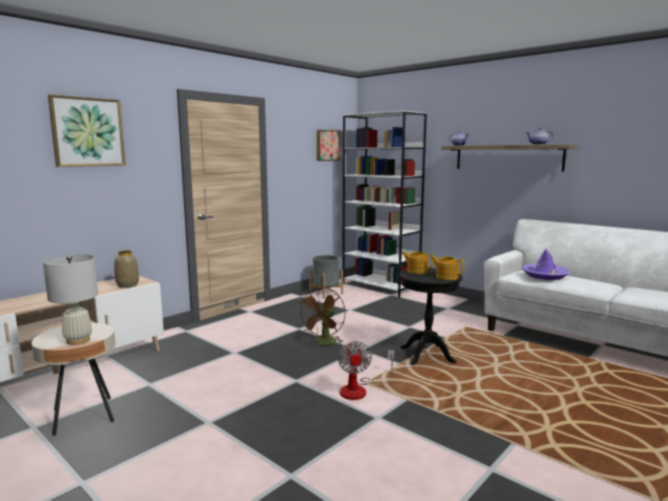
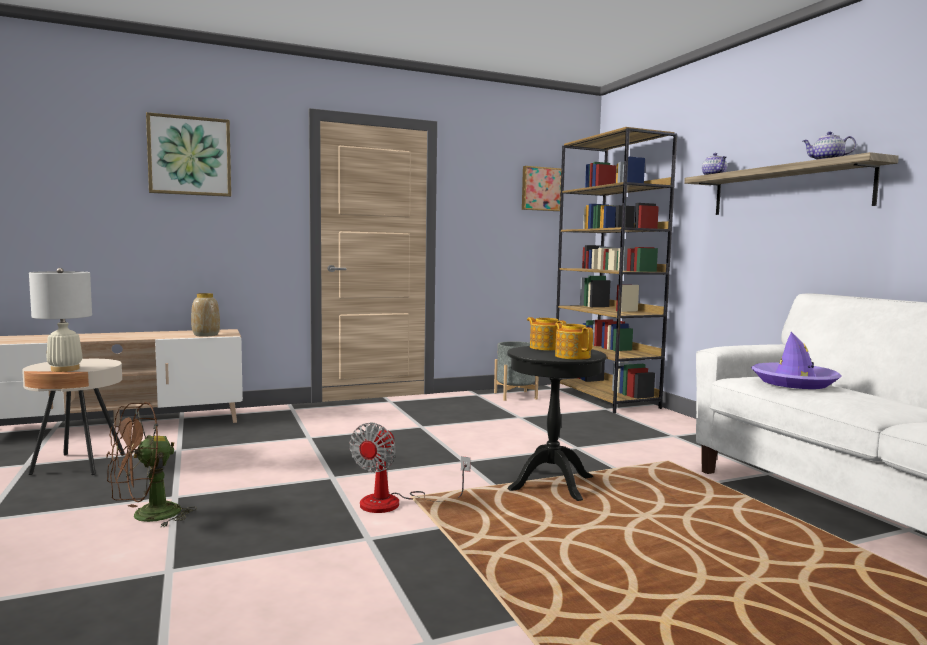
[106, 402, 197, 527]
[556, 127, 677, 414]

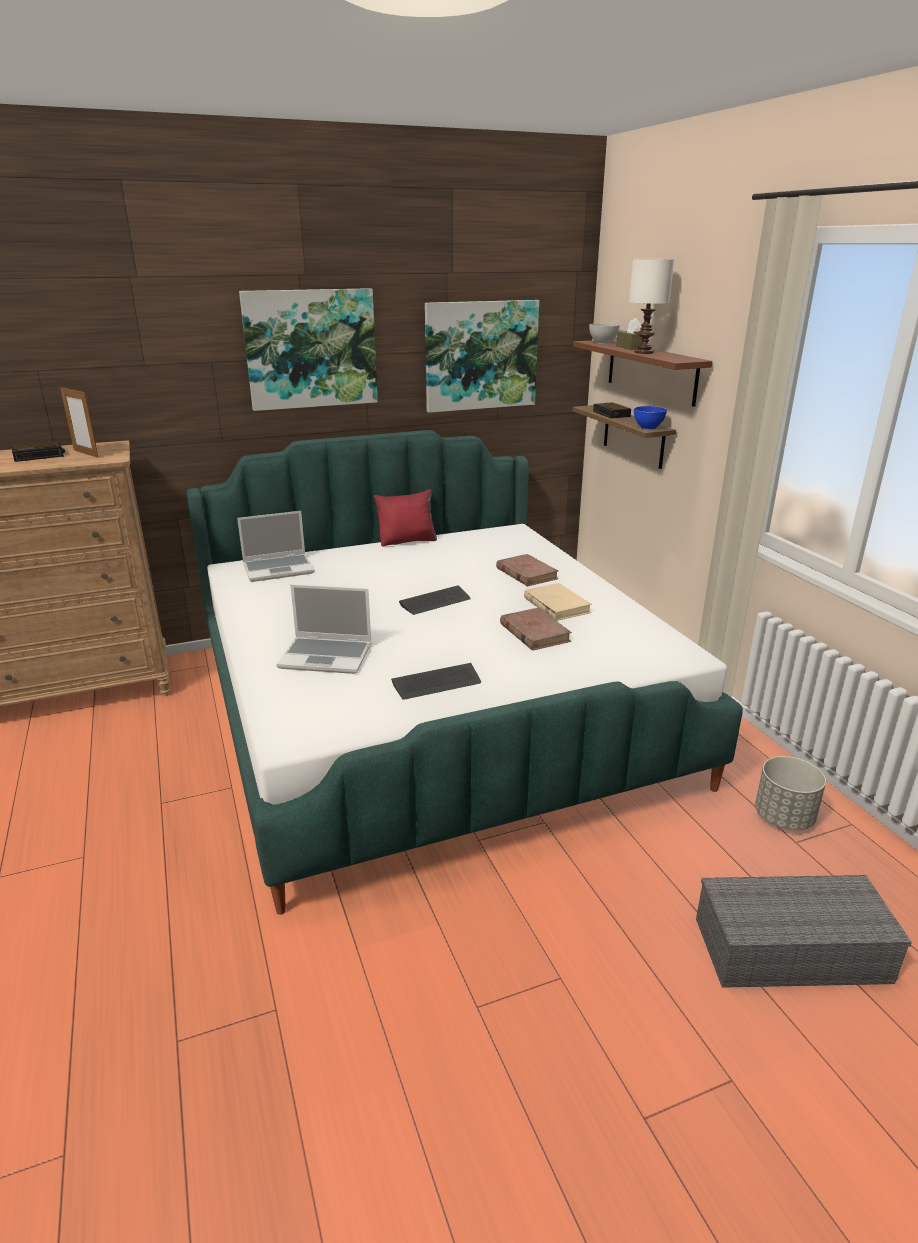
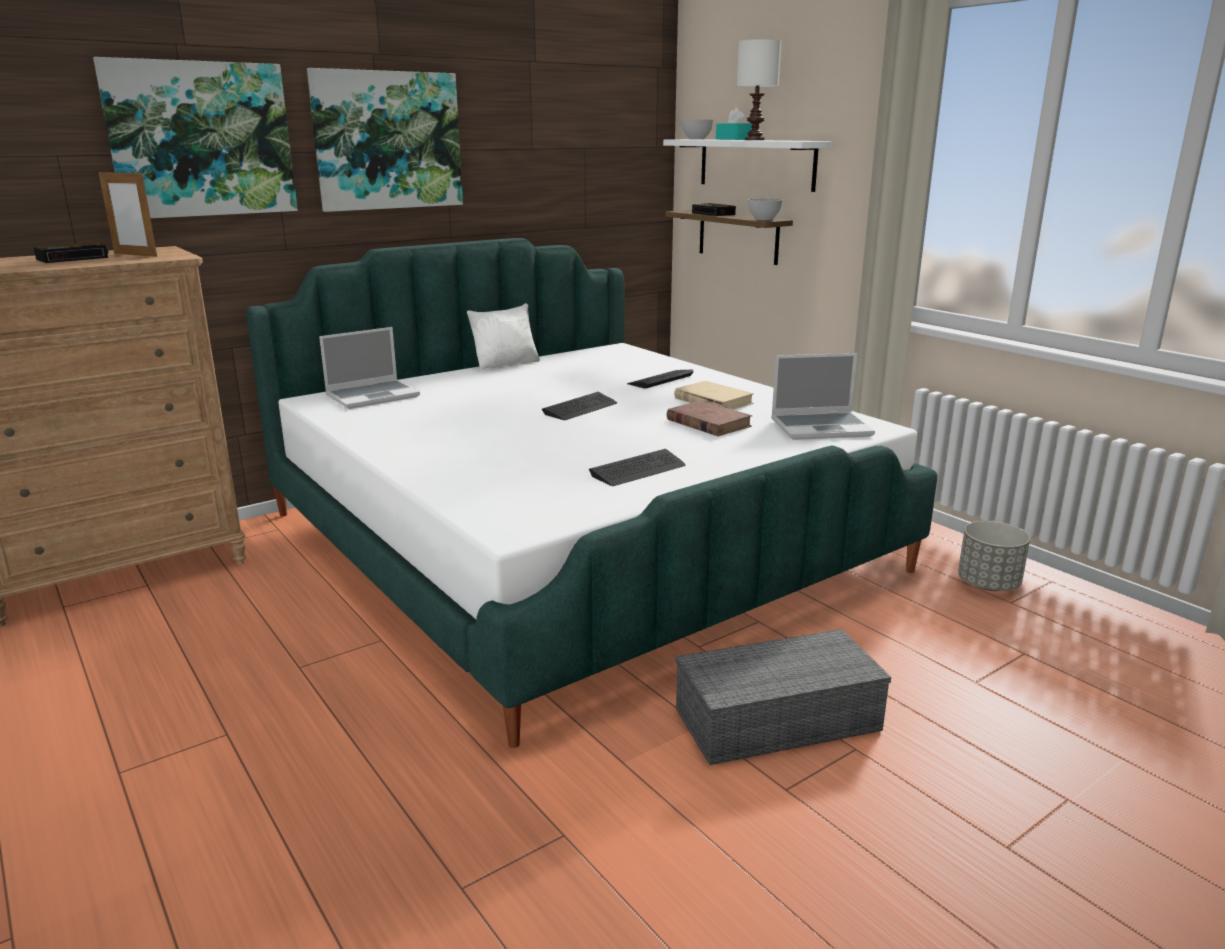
[93, 57, 298, 218]
[467, 303, 540, 370]
[627, 370, 694, 389]
[663, 139, 833, 192]
[676, 629, 891, 765]
[716, 108, 752, 140]
[748, 198, 783, 220]
[771, 353, 875, 440]

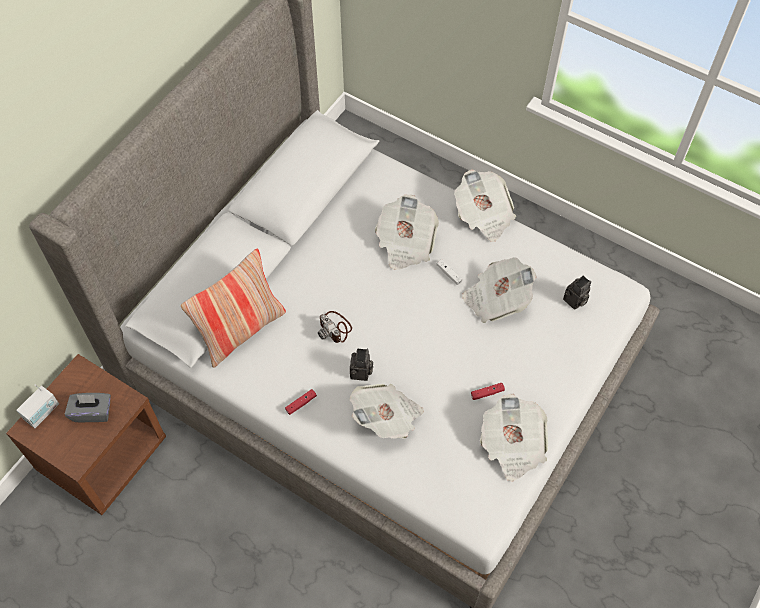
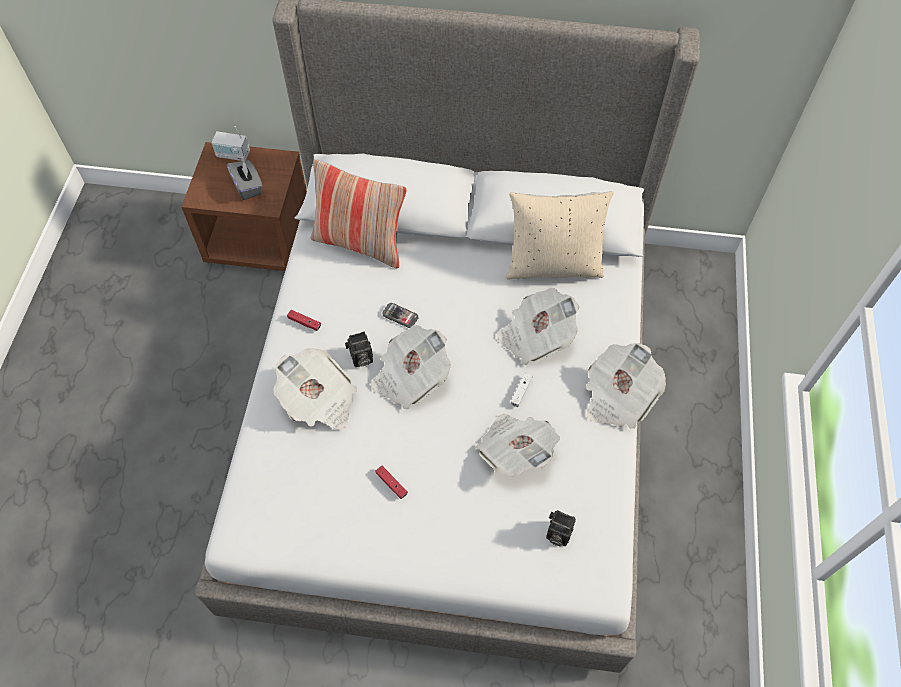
[371, 325, 451, 410]
[382, 303, 419, 328]
[506, 191, 614, 279]

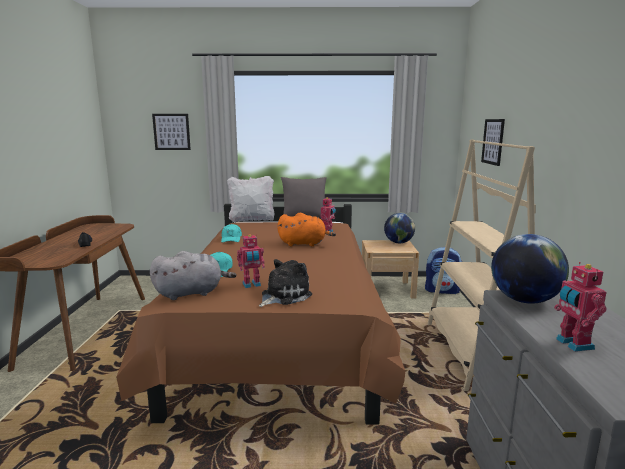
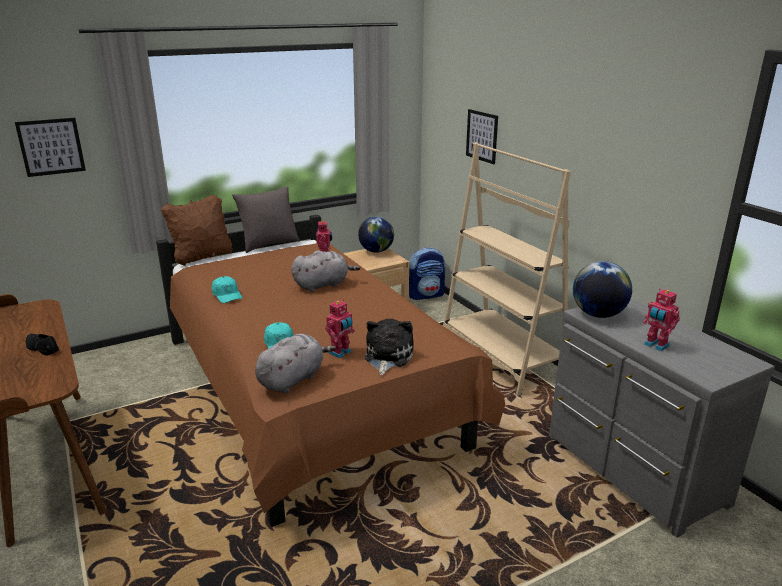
[161, 195, 232, 266]
[291, 250, 360, 292]

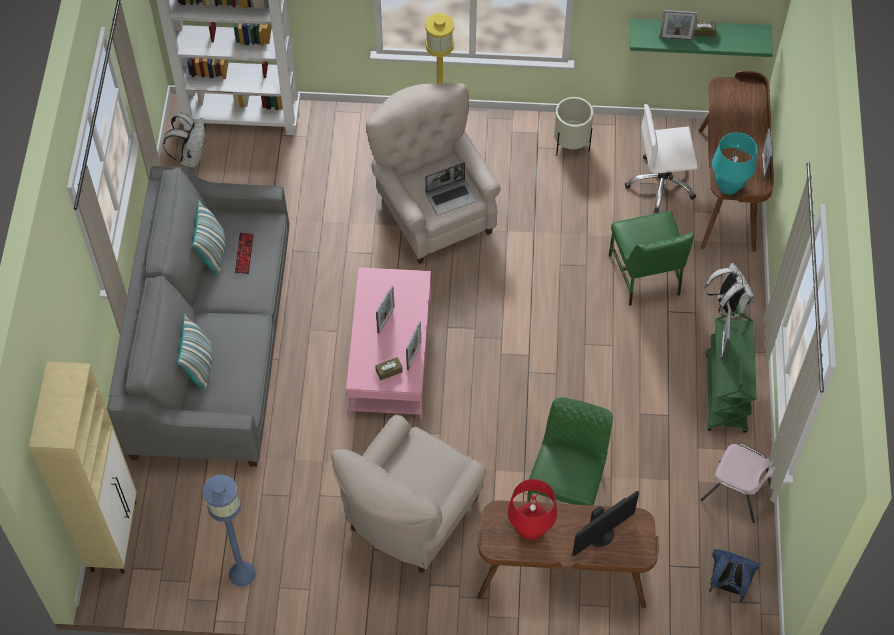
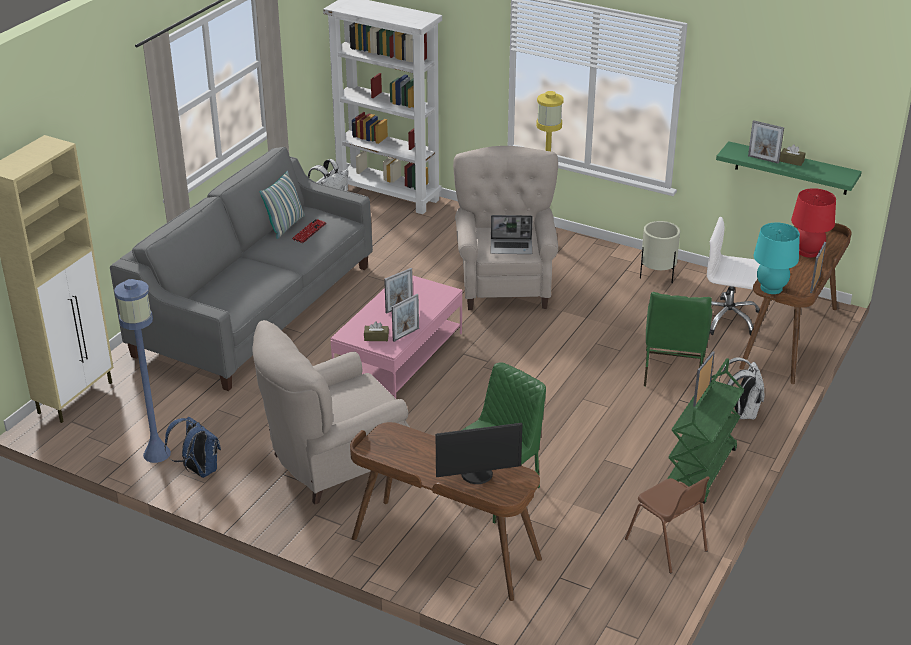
[164, 417, 221, 478]
[625, 476, 710, 573]
[791, 188, 836, 258]
[178, 314, 213, 392] (first image)

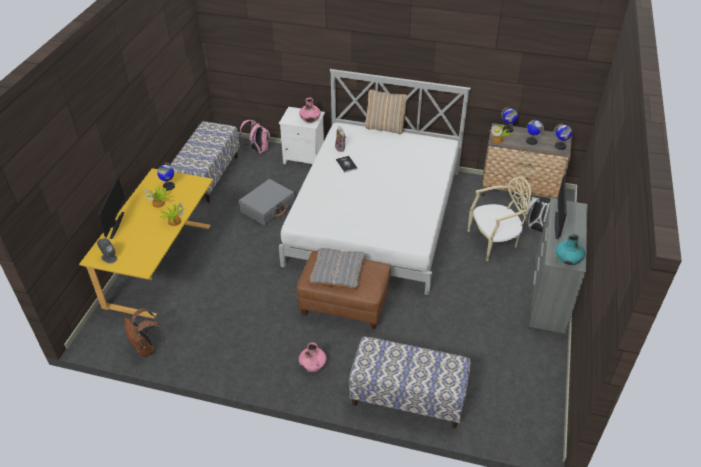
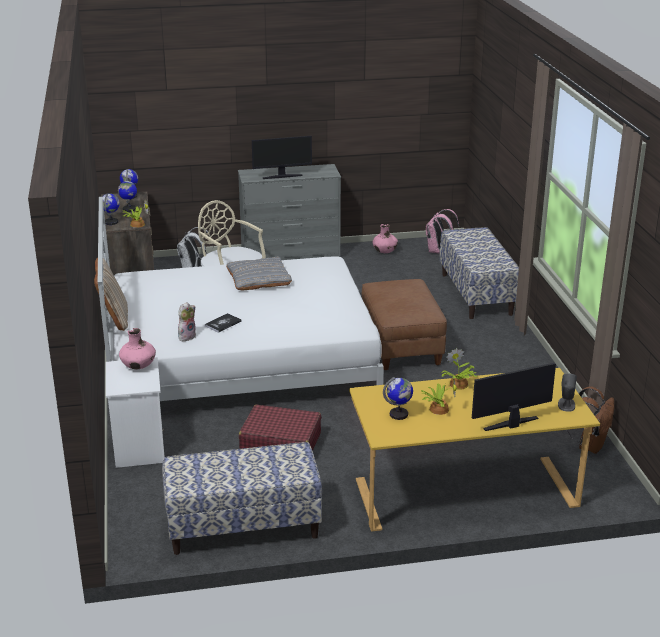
[226, 257, 292, 290]
[239, 405, 321, 451]
[373, 224, 398, 253]
[426, 209, 460, 254]
[556, 234, 585, 265] (first image)

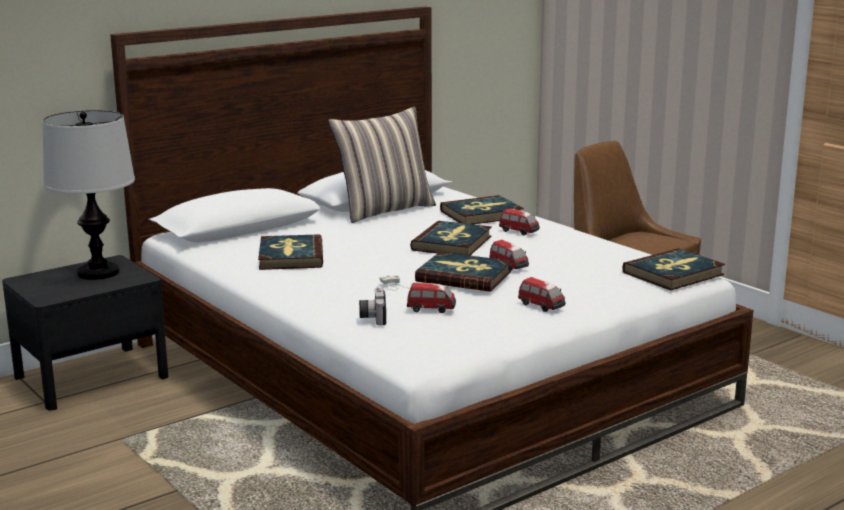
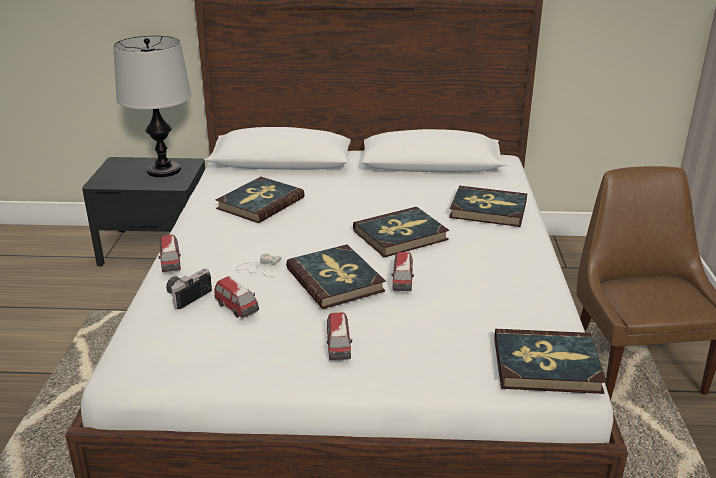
[159, 235, 181, 272]
[328, 107, 436, 223] (first image)

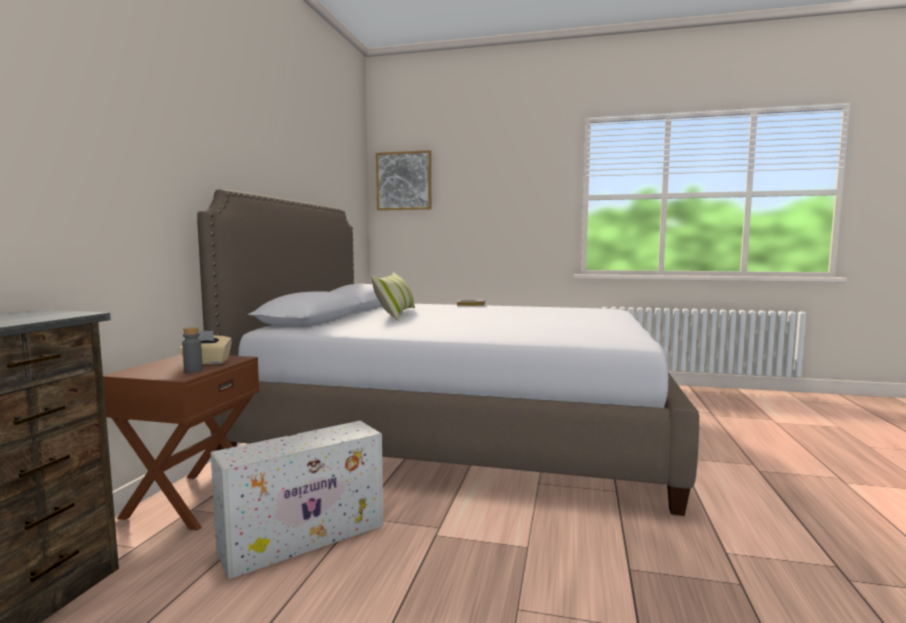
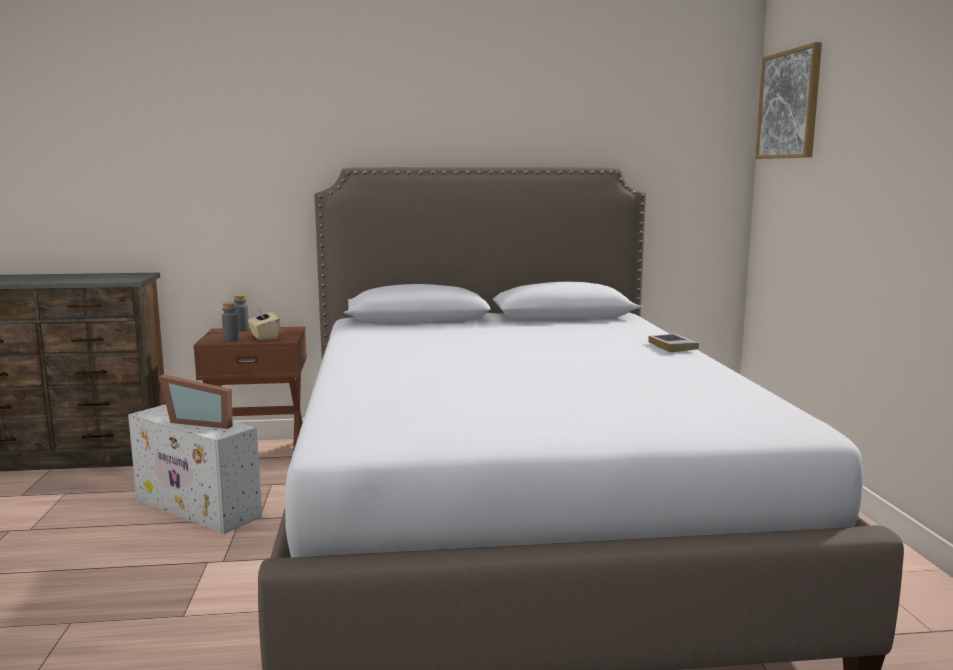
[159, 374, 232, 429]
[234, 295, 249, 331]
[371, 272, 415, 320] (first image)

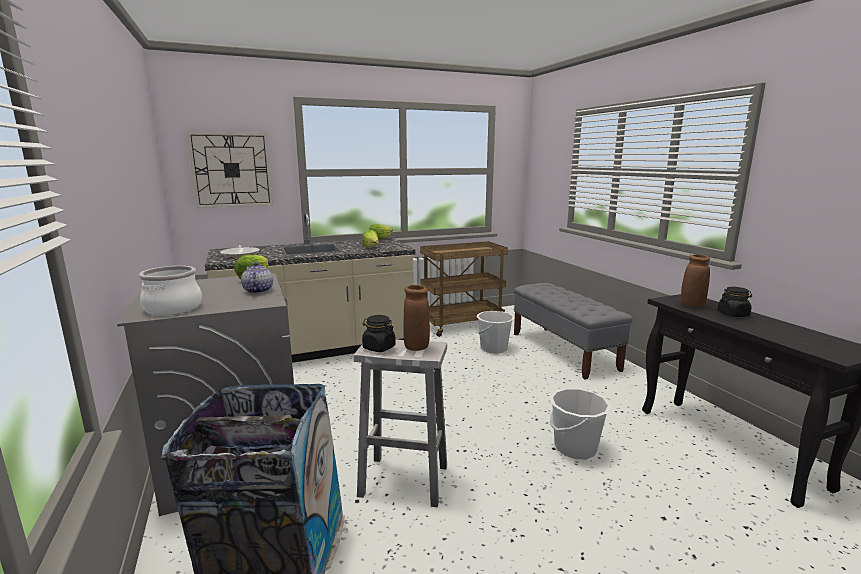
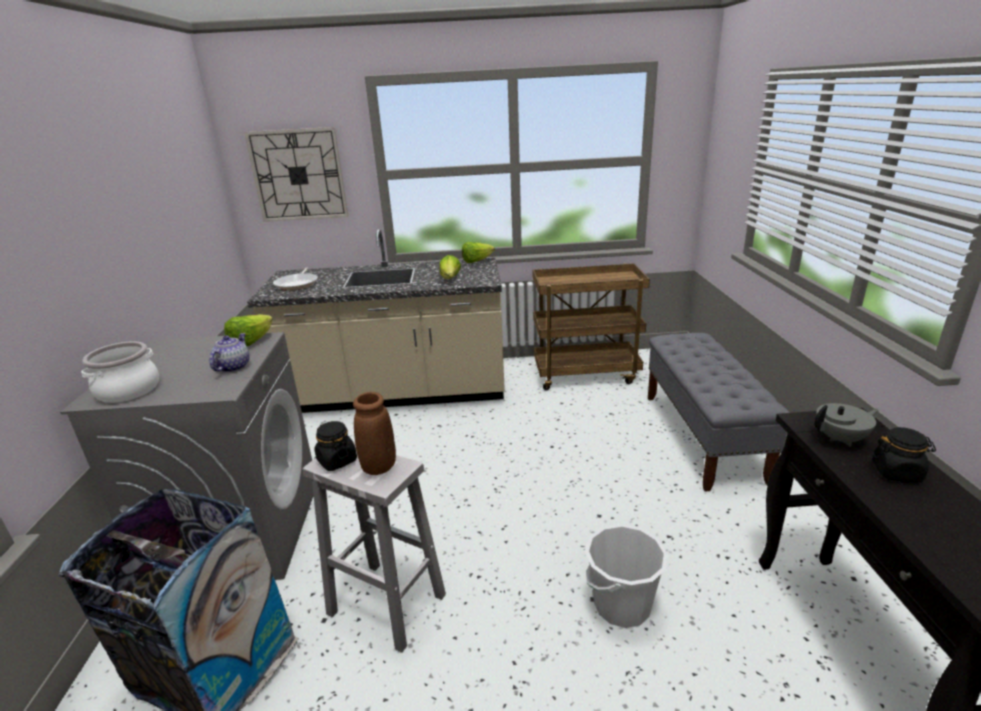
[815, 403, 879, 447]
[477, 311, 514, 354] (first image)

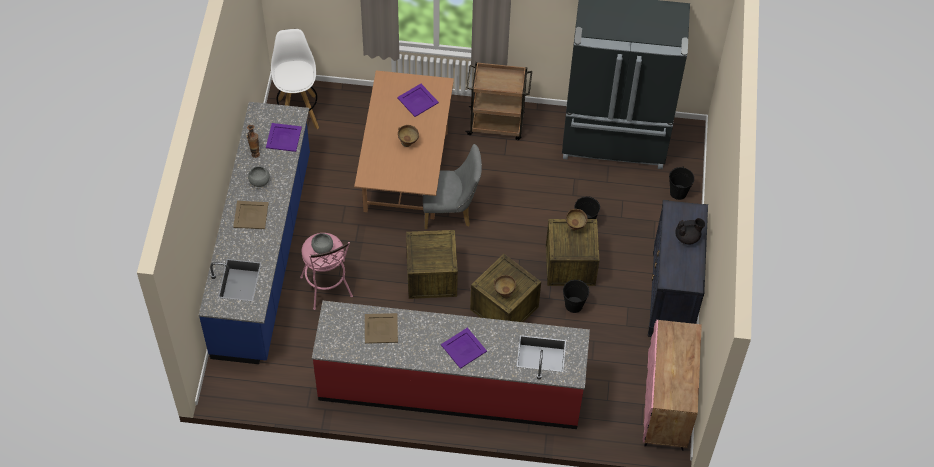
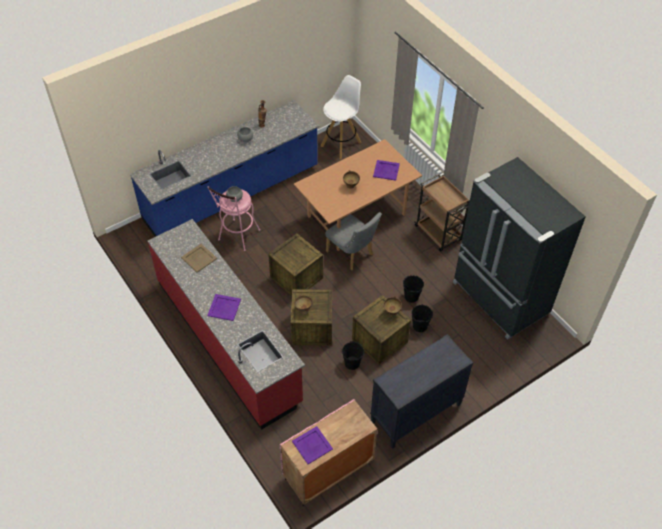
[292, 426, 333, 464]
[403, 275, 424, 303]
[233, 201, 268, 229] (first image)
[675, 218, 705, 245] (first image)

